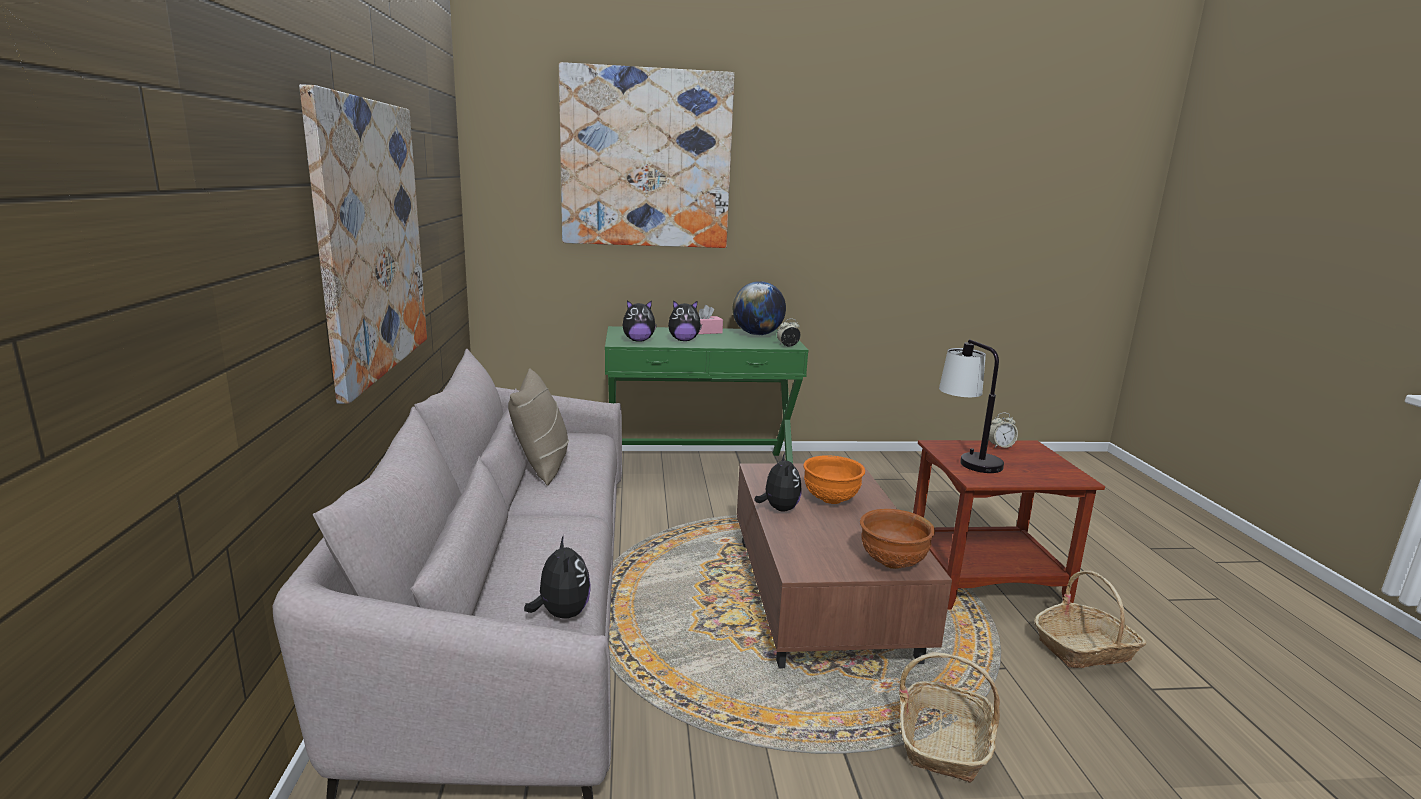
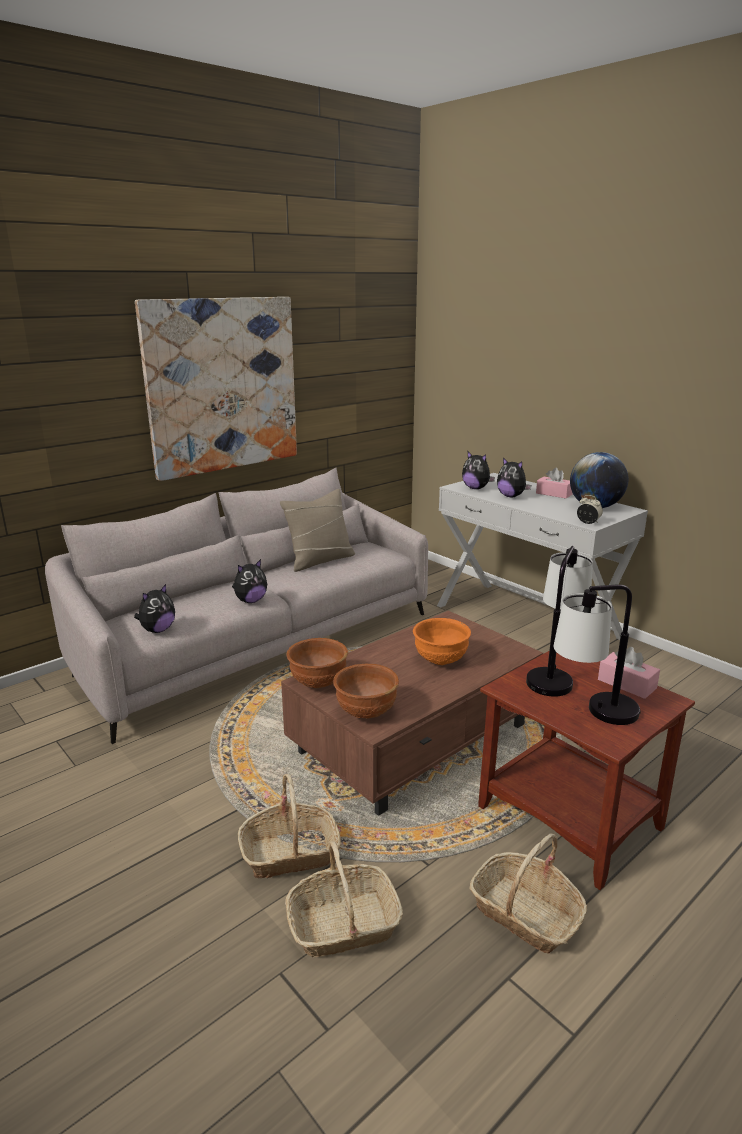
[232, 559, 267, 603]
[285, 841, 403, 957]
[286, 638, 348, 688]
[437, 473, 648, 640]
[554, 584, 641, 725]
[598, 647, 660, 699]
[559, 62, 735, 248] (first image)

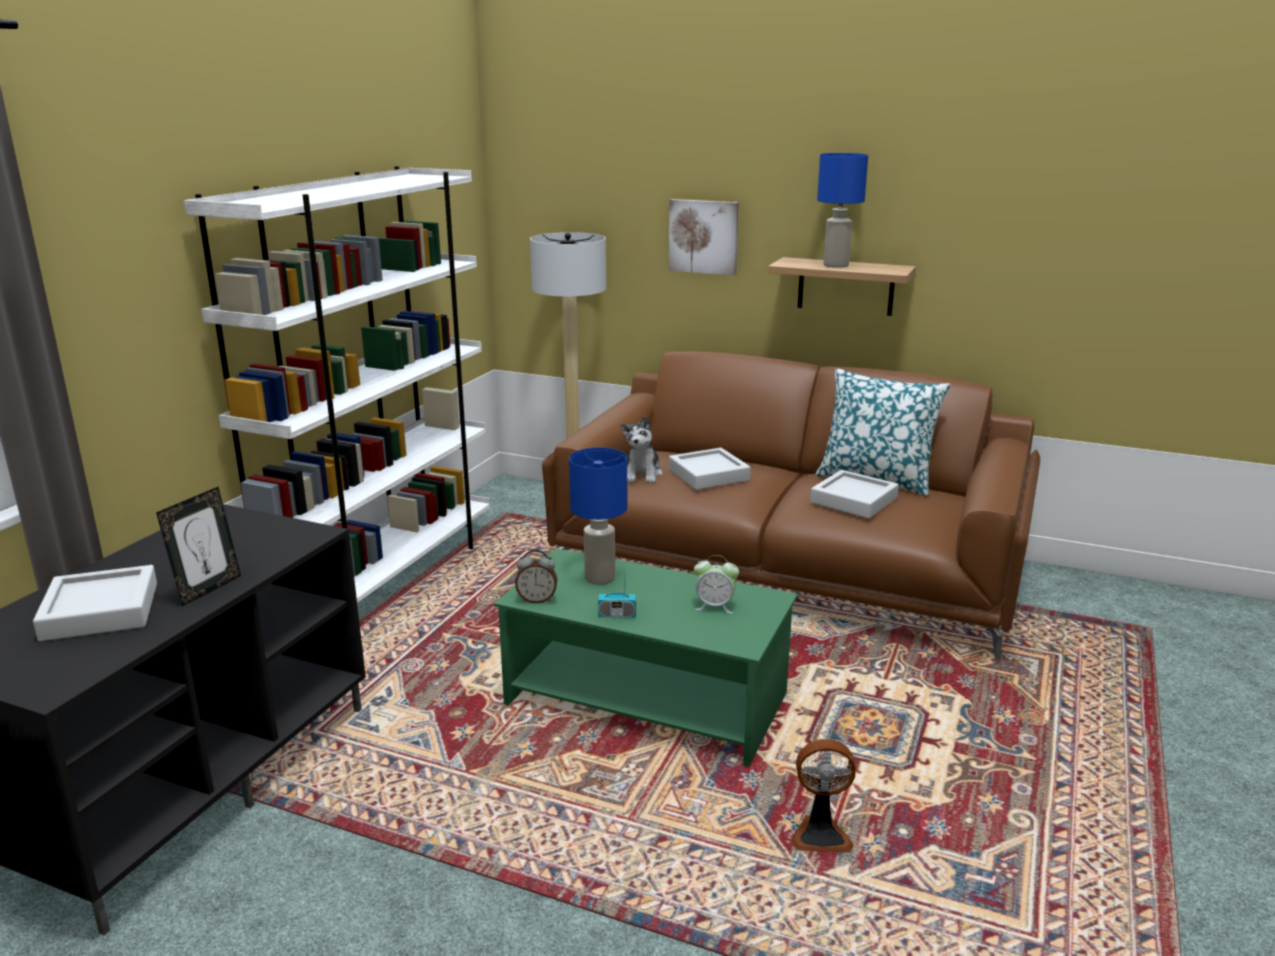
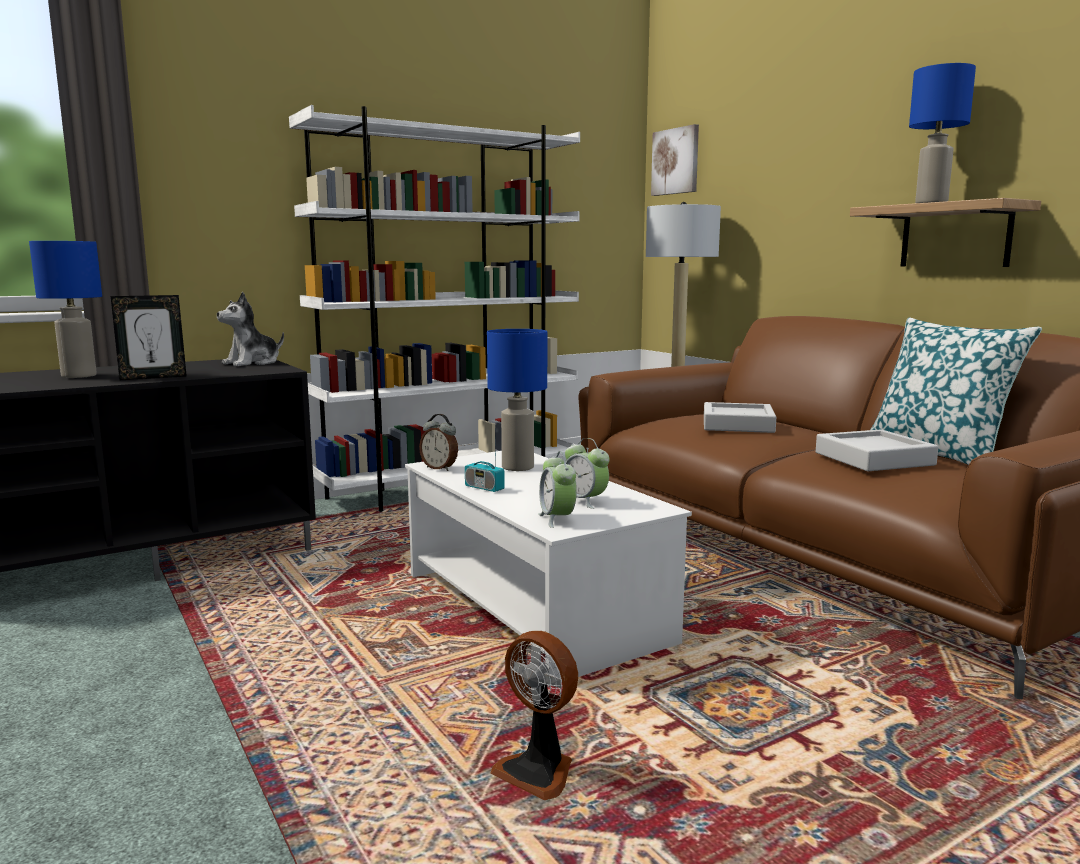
[29, 241, 102, 378]
[217, 292, 284, 366]
[405, 451, 692, 686]
[538, 451, 577, 528]
[651, 124, 699, 196]

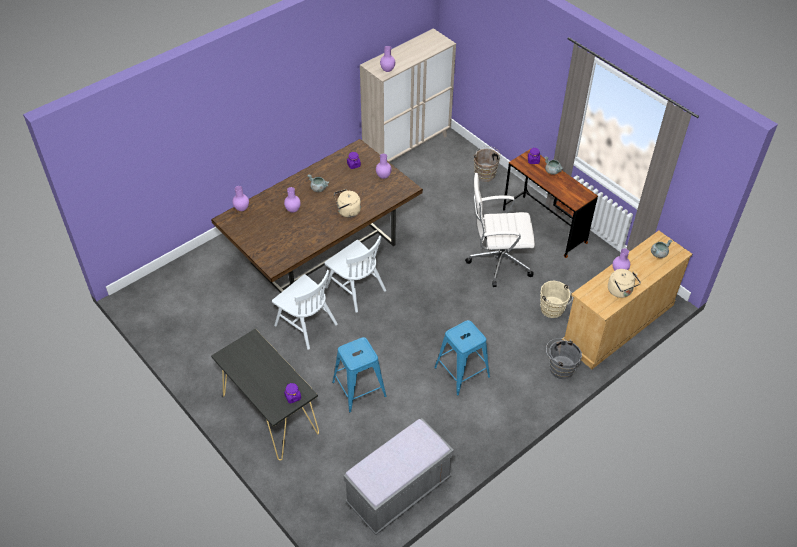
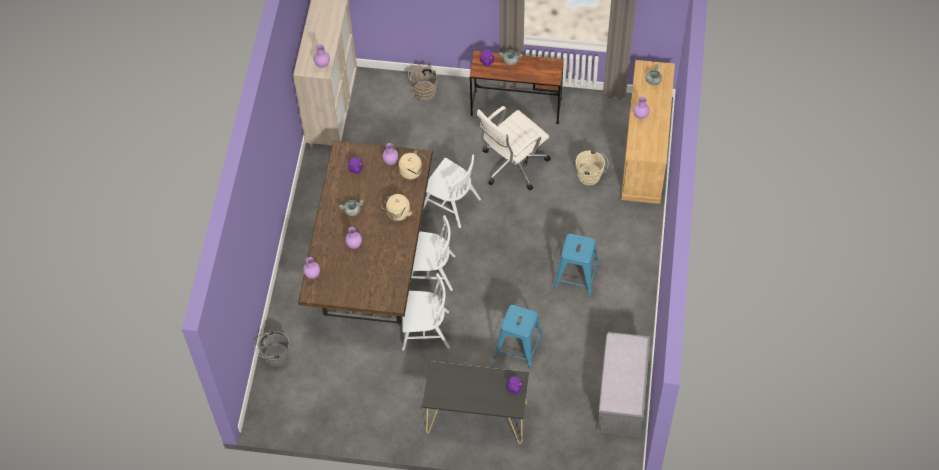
[254, 330, 290, 367]
[398, 150, 426, 179]
[423, 154, 481, 228]

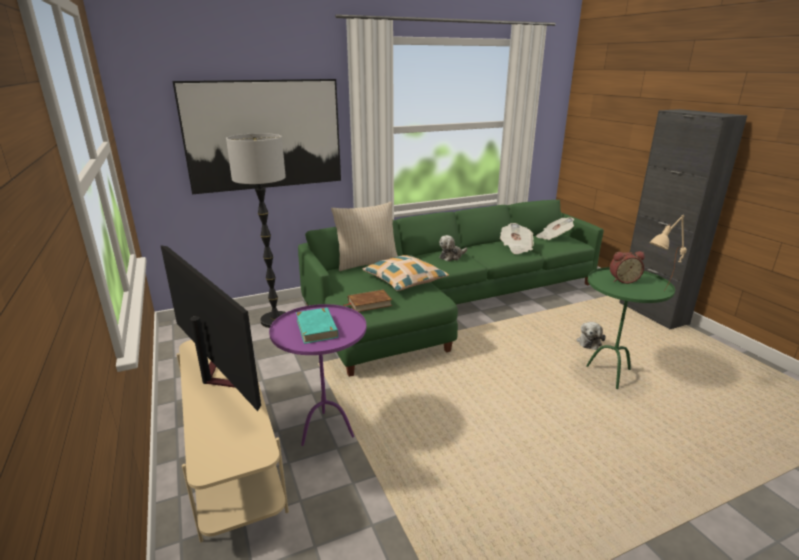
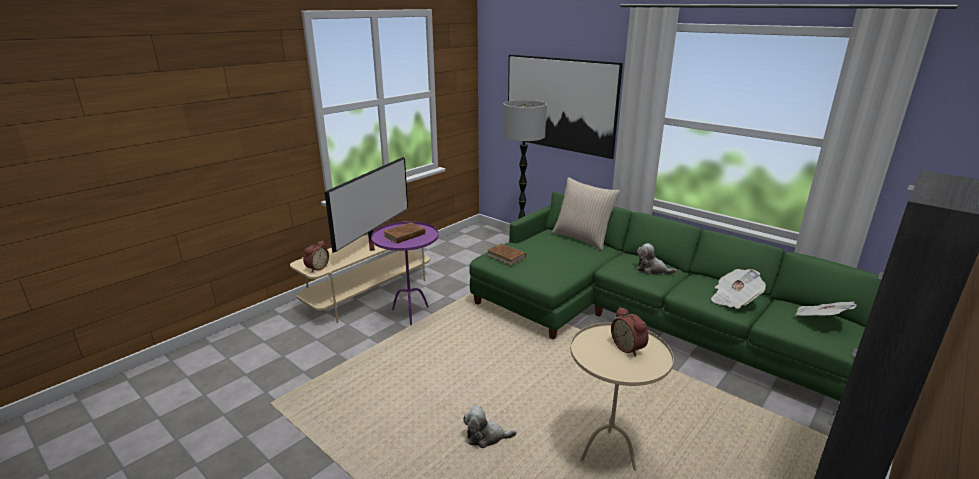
[303, 240, 329, 272]
[383, 222, 426, 244]
[463, 406, 517, 448]
[571, 322, 674, 471]
[362, 255, 449, 291] (first image)
[649, 215, 687, 291] (first image)

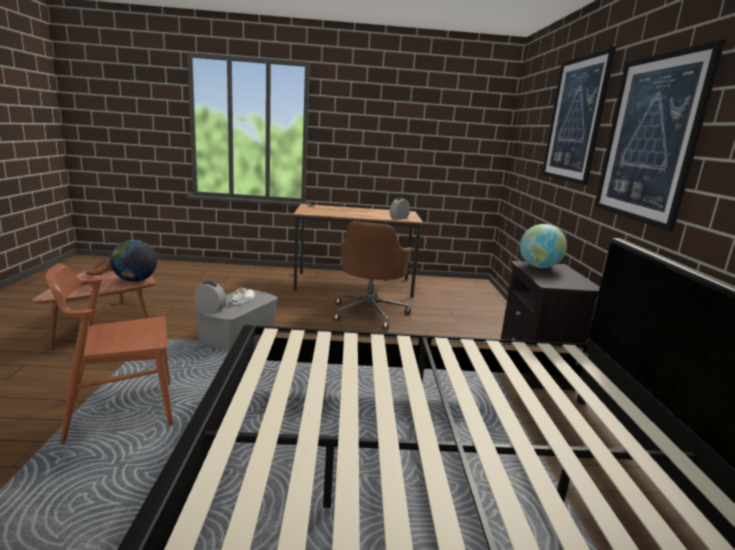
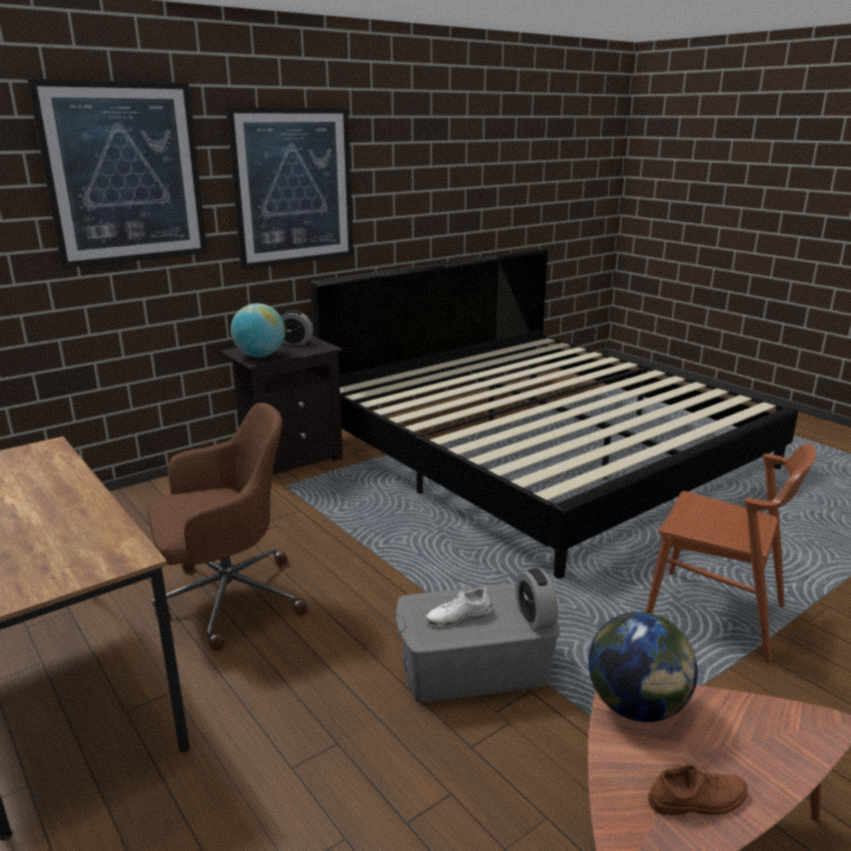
[281, 310, 313, 345]

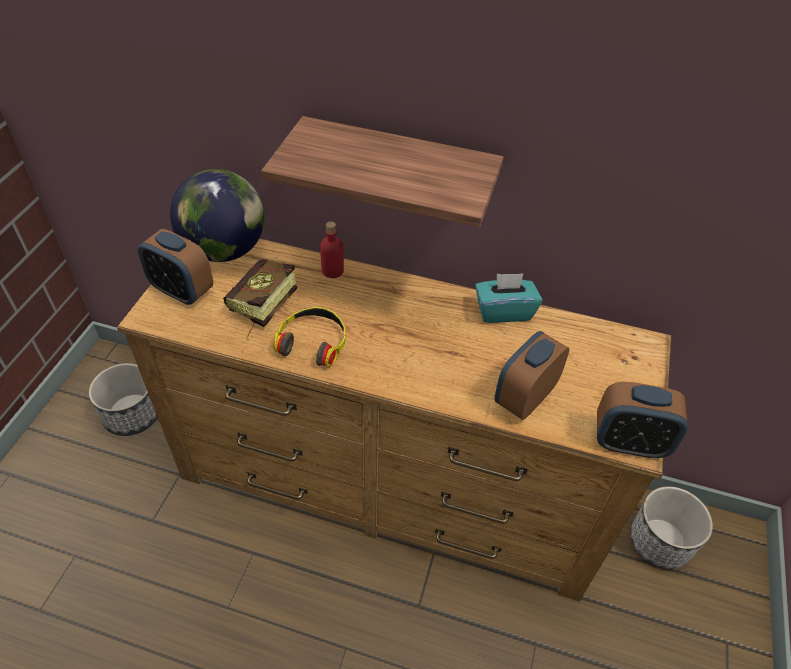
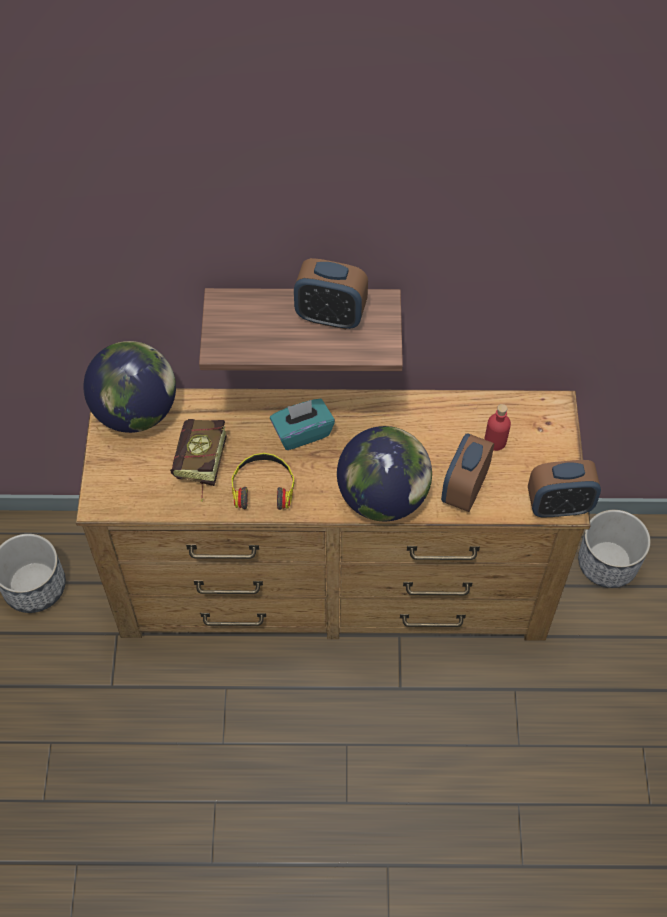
[270, 399, 335, 450]
[294, 258, 368, 329]
[337, 426, 432, 521]
[484, 404, 511, 451]

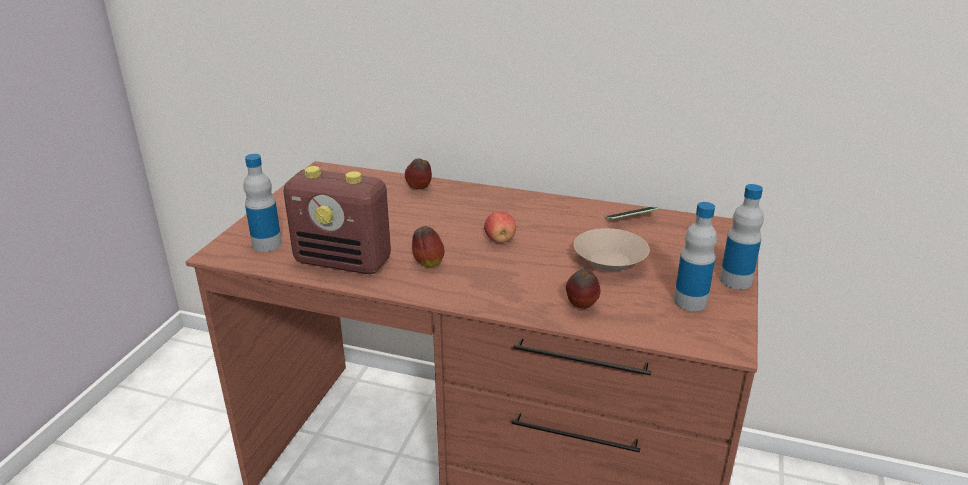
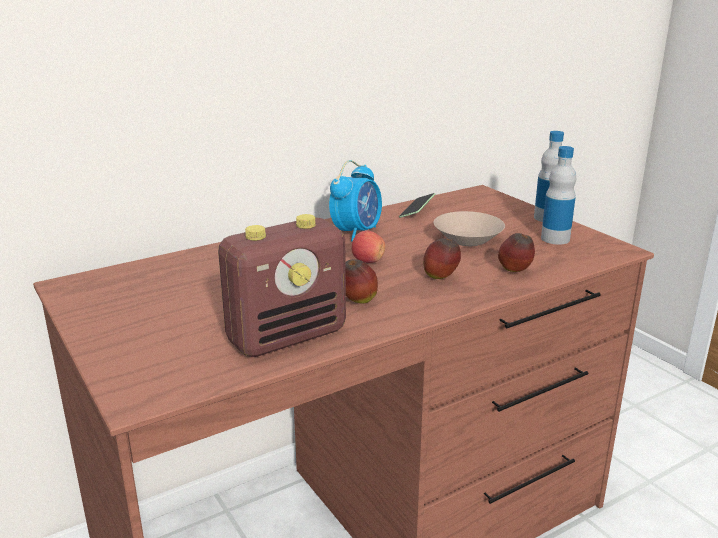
[329, 160, 382, 241]
[423, 238, 461, 279]
[243, 154, 282, 252] (first image)

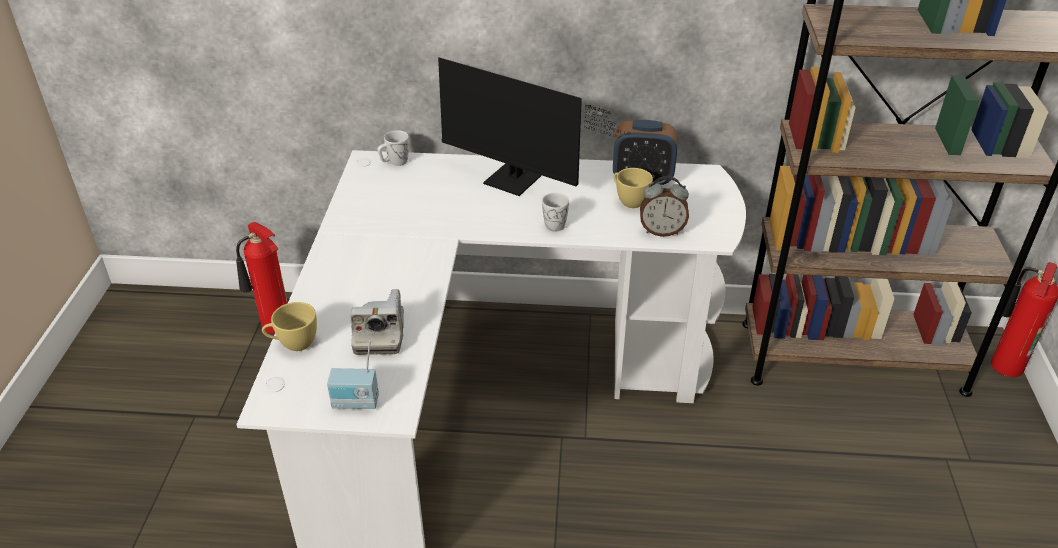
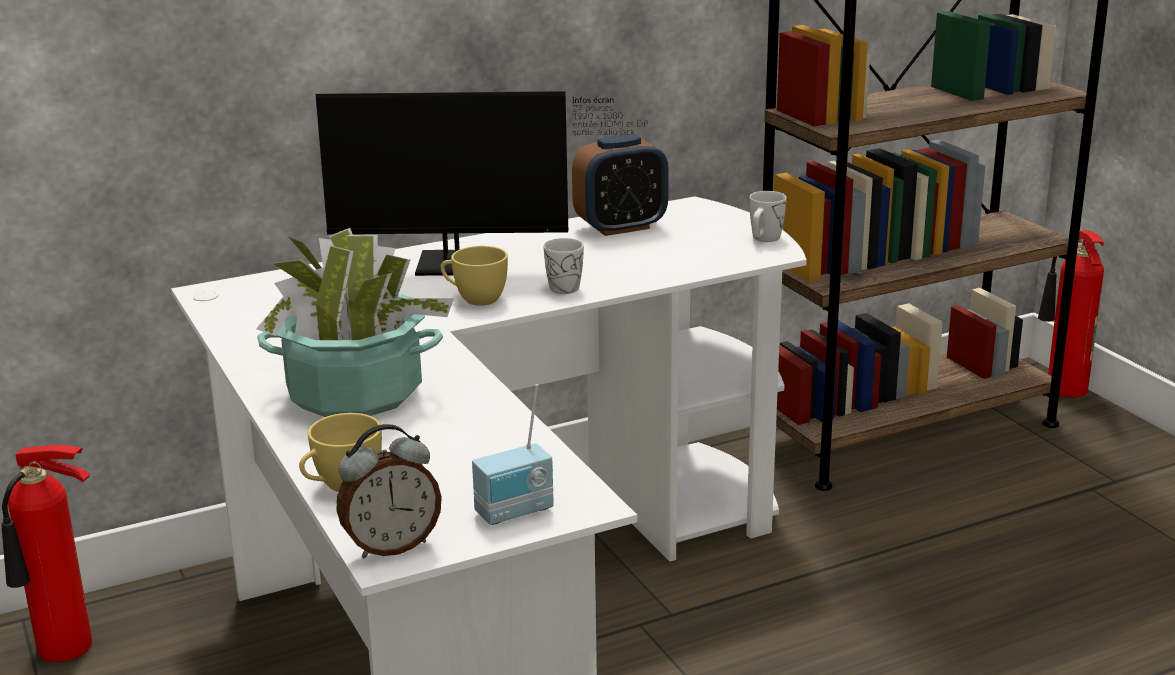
[256, 228, 454, 417]
[336, 424, 442, 558]
[441, 246, 508, 306]
[749, 191, 787, 242]
[351, 289, 404, 355] (first image)

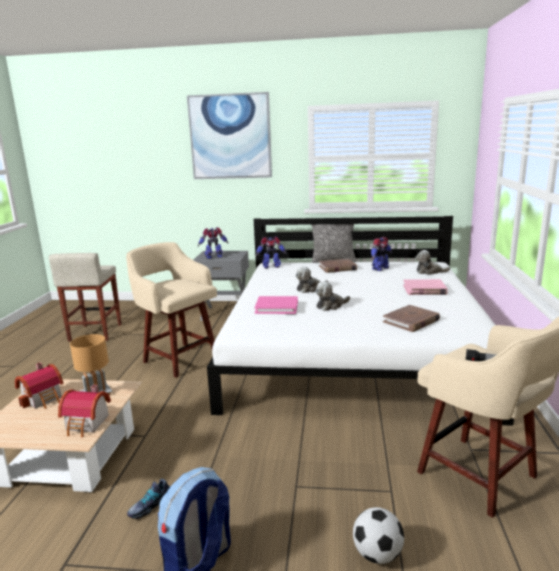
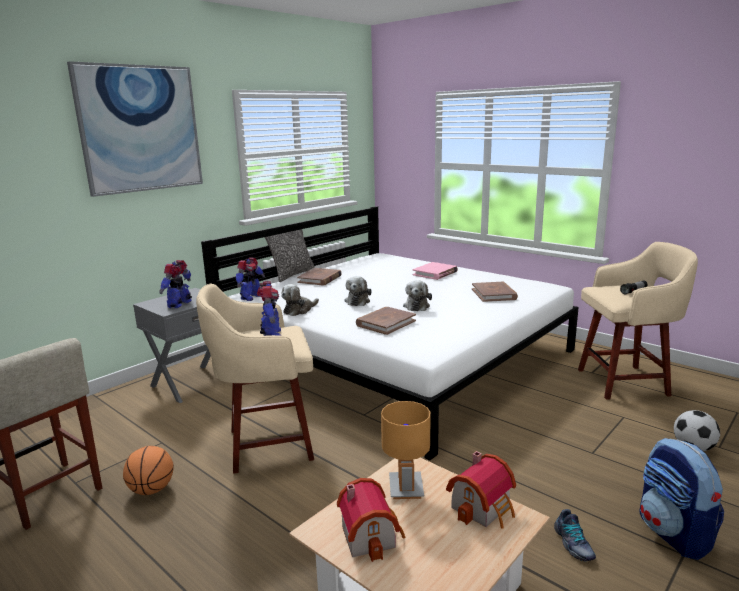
[123, 446, 174, 495]
[257, 281, 281, 336]
[281, 284, 319, 316]
[356, 307, 416, 335]

